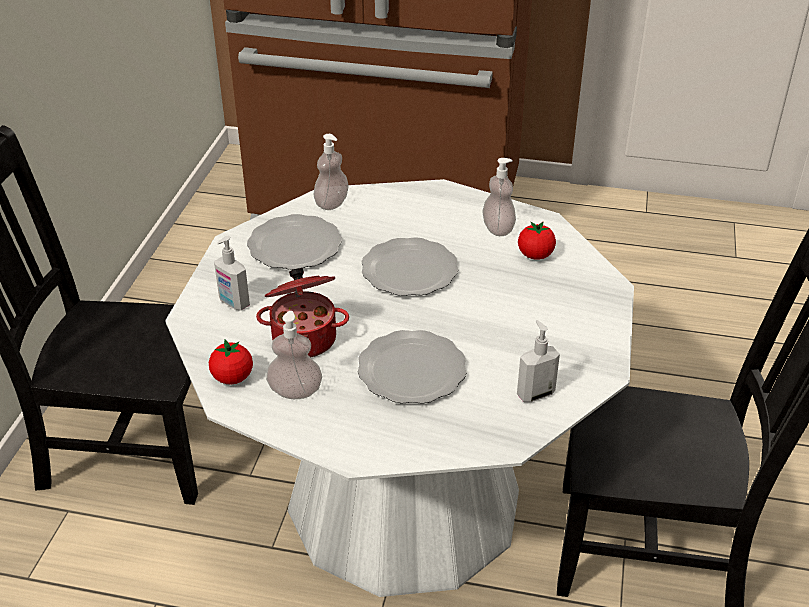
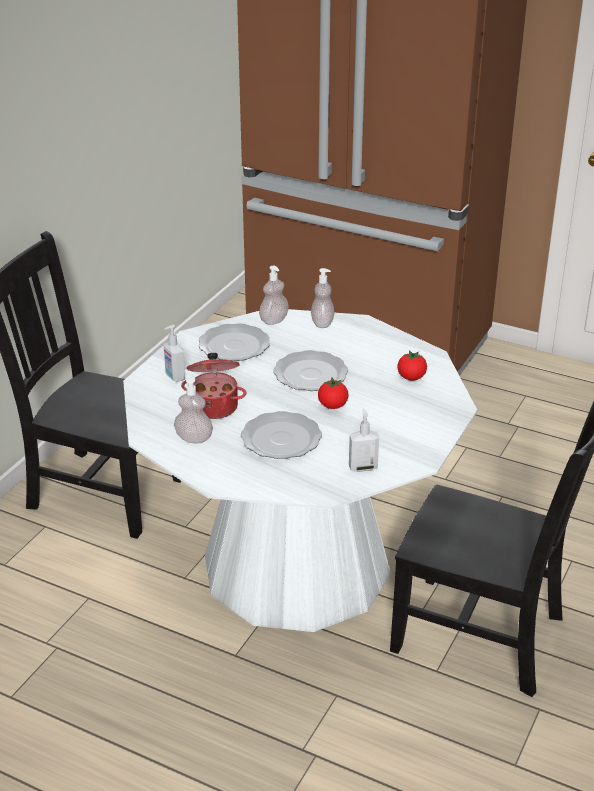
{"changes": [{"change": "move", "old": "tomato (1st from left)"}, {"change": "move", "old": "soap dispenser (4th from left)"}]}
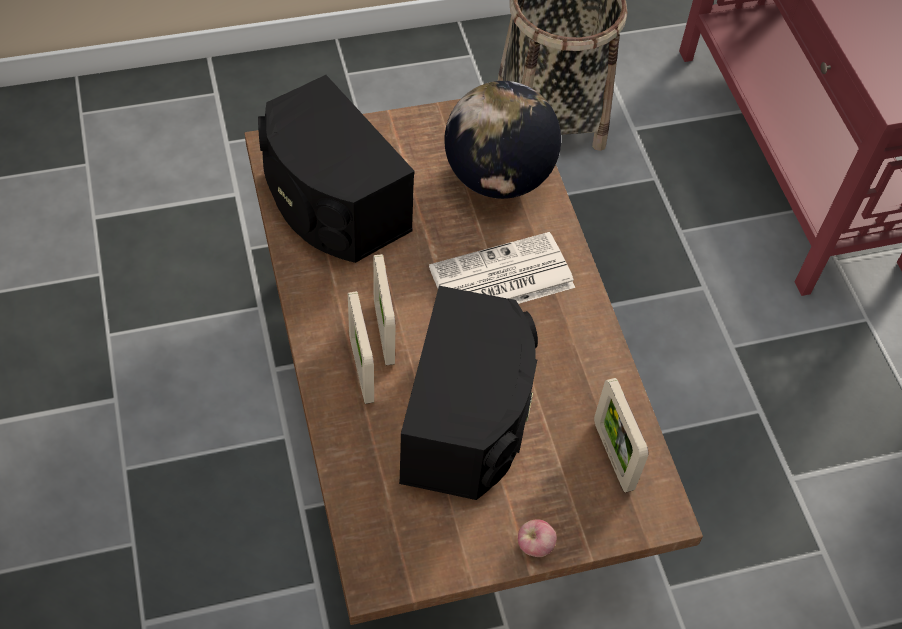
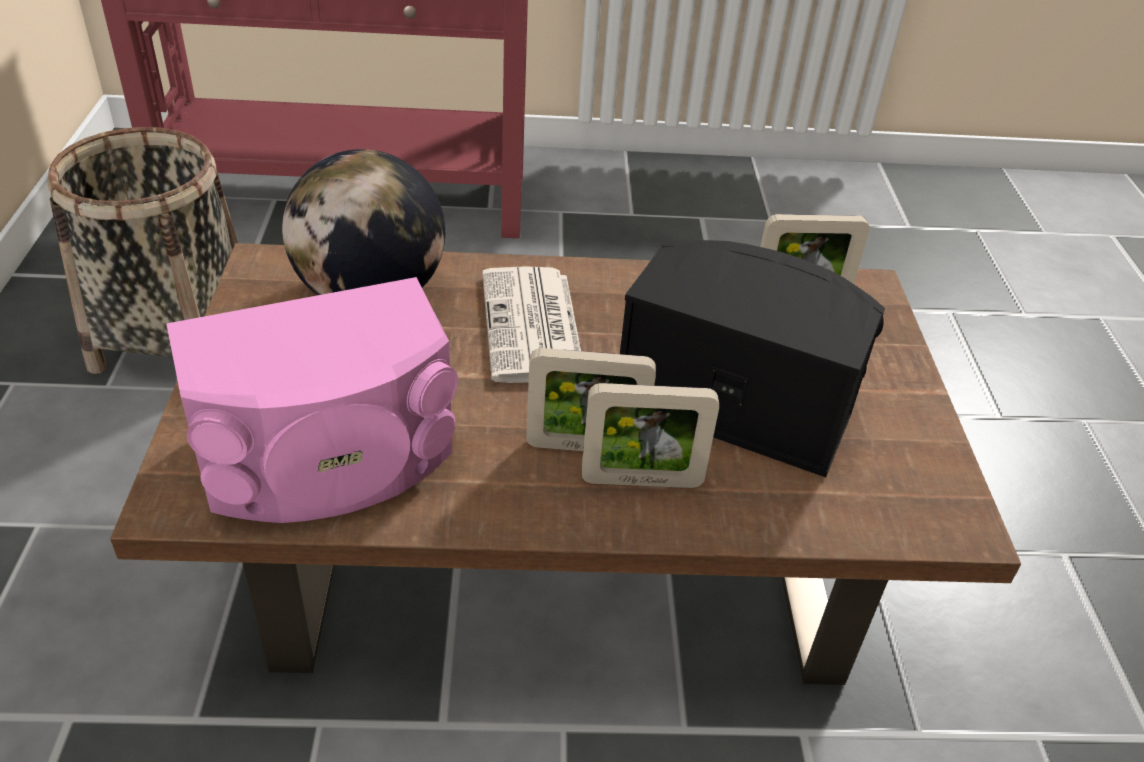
{"changes": [{"change": "delete", "old": "apple"}, {"change": "recolor", "old": "speaker in black (1st from left)", "new": "speaker in pink"}]}
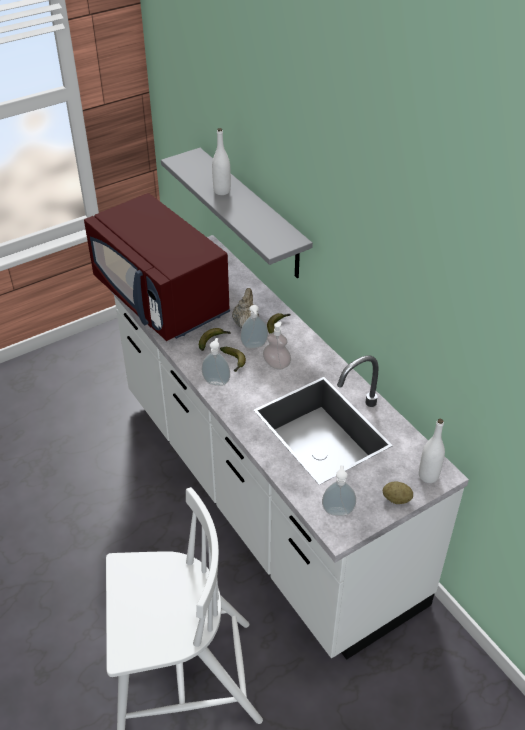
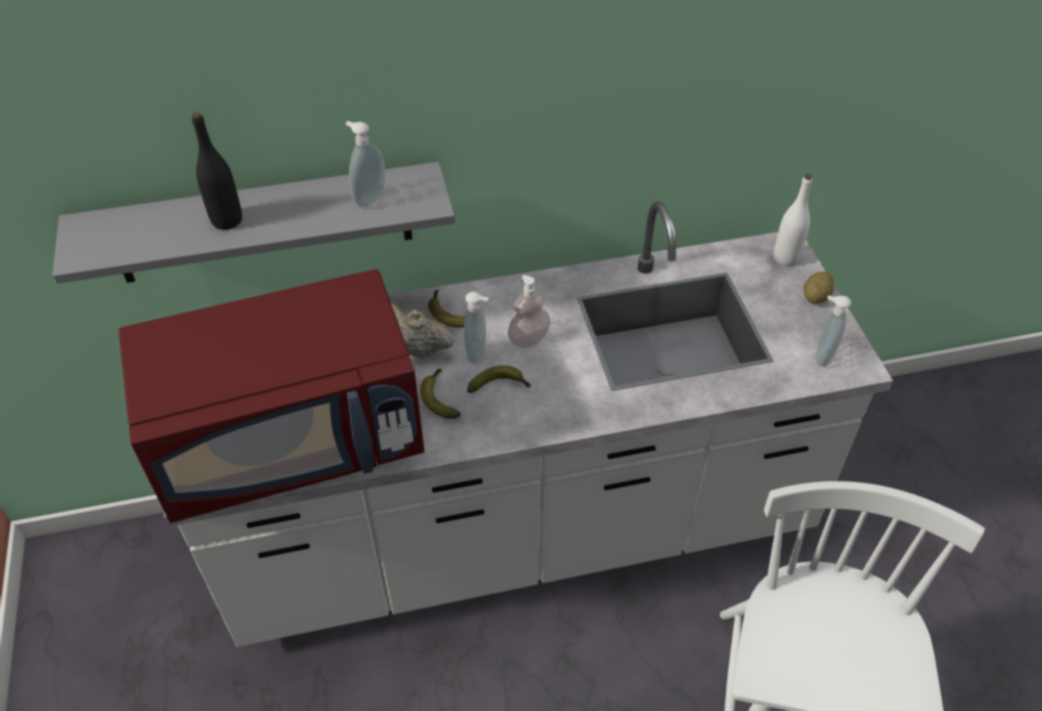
{"changes": [{"change": "move", "old": "soap dispenser (1st from left)"}, {"change": "recolor", "old": "bottle in white (1st from left)", "new": "bottle in black"}]}
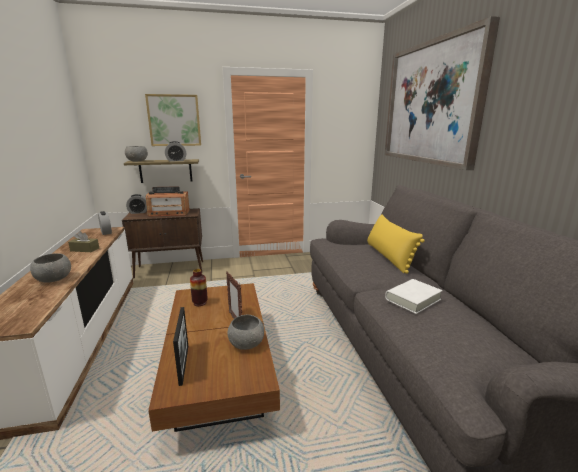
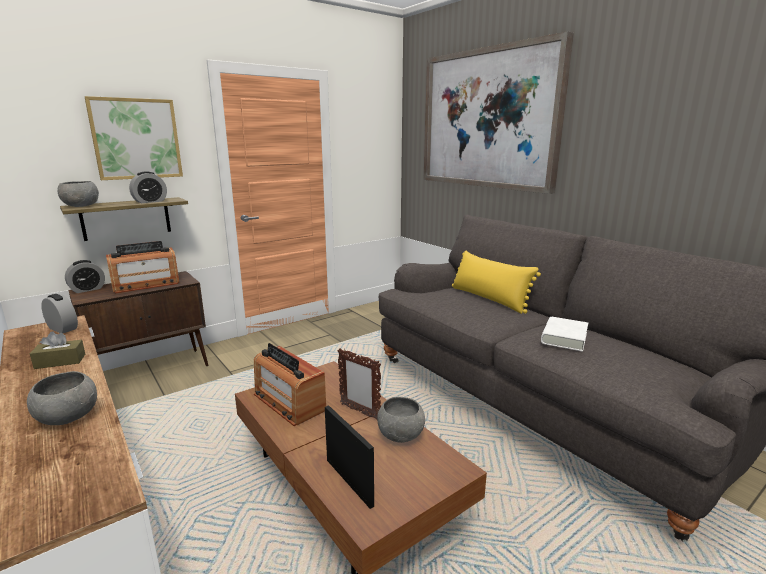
{"changes": [{"change": "replace", "old": "vase", "new": "radio (2nd from left)"}]}
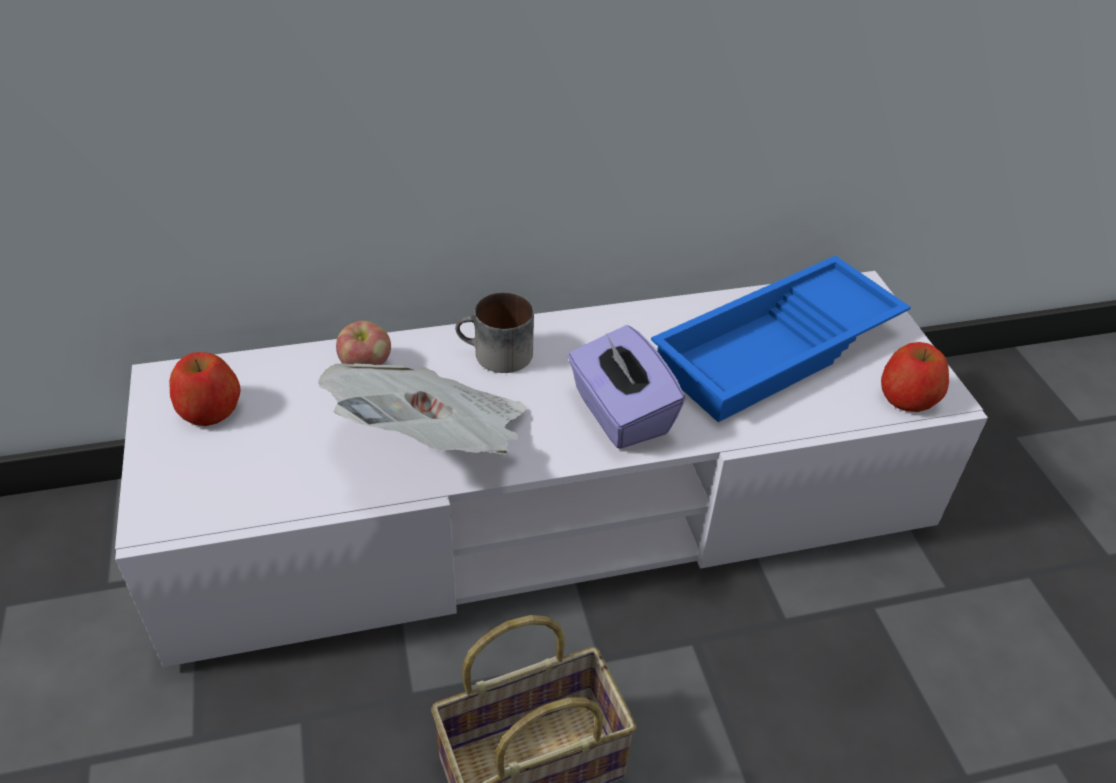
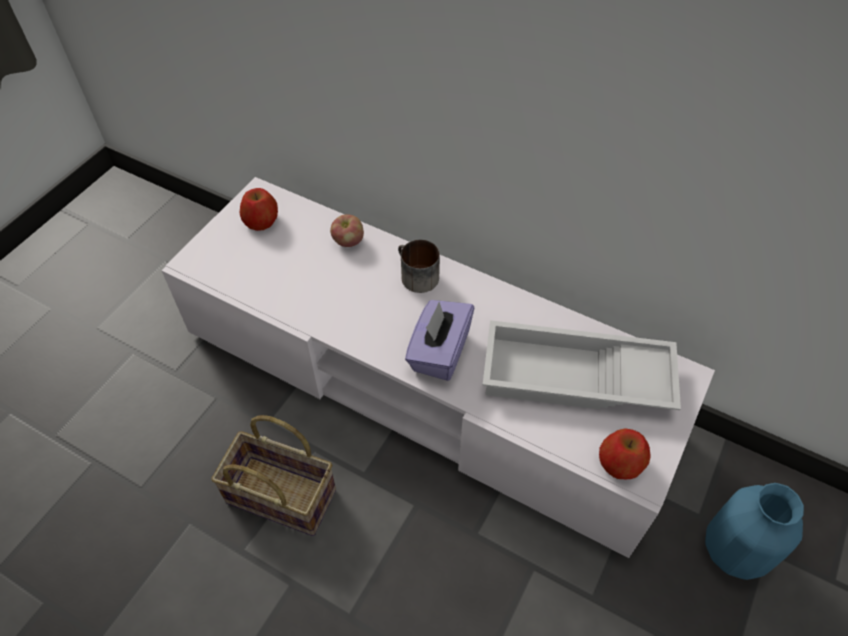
{"changes": [{"change": "delete", "old": "newspaper"}, {"change": "insert", "new": "vase in blue"}, {"change": "recolor", "old": "tray in blue", "new": "tray in white"}]}
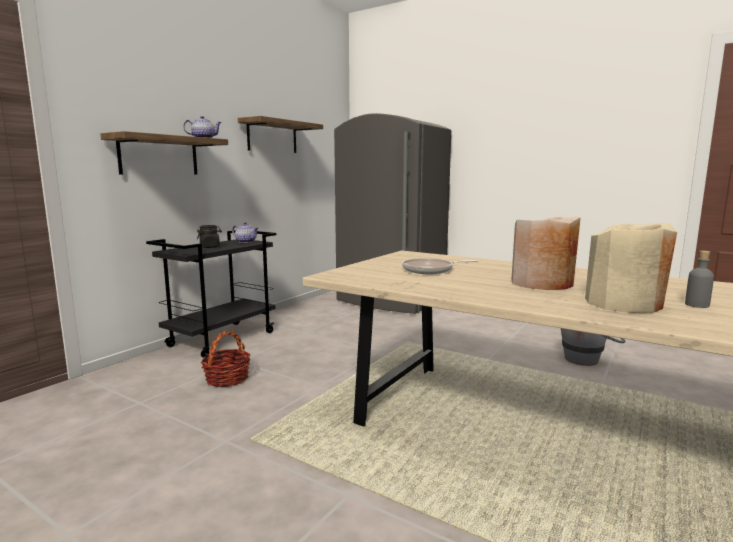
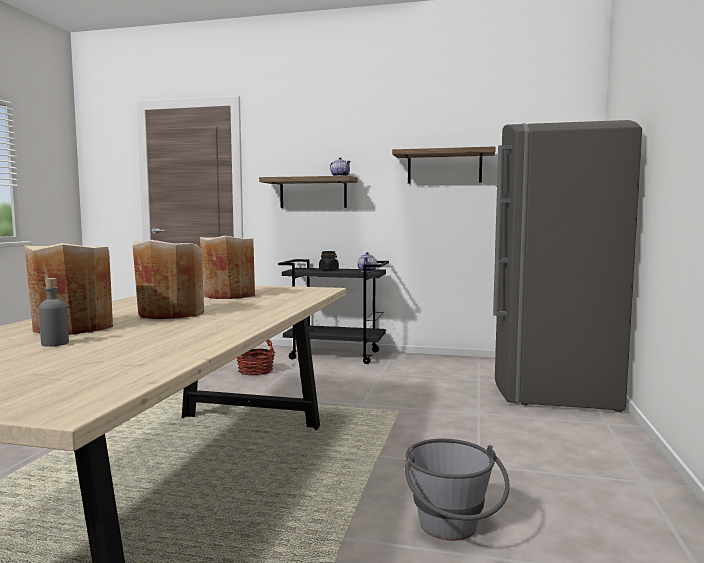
{"changes": [{"change": "replace", "old": "frying pan", "new": "vase in beige (3rd from left)"}]}
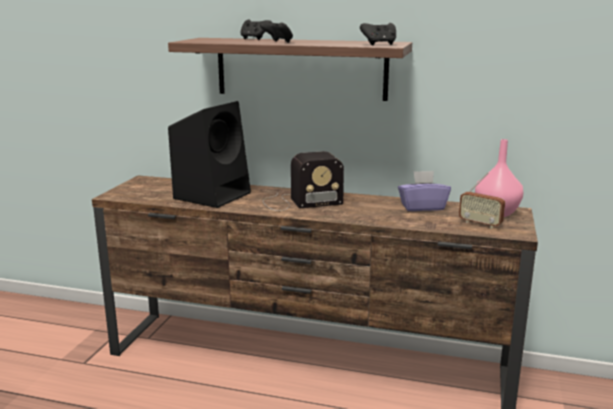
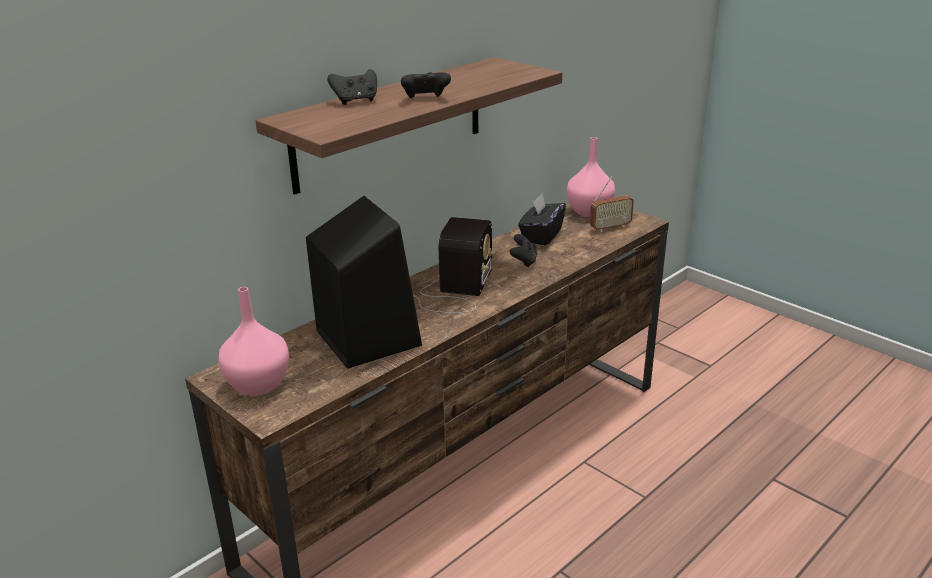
{"changes": [{"change": "insert", "new": "vase in pink (1st from left)"}, {"change": "move", "old": "game controller in black (3rd from left)"}, {"change": "recolor", "old": "tissue box in purple", "new": "tissue box in black"}]}
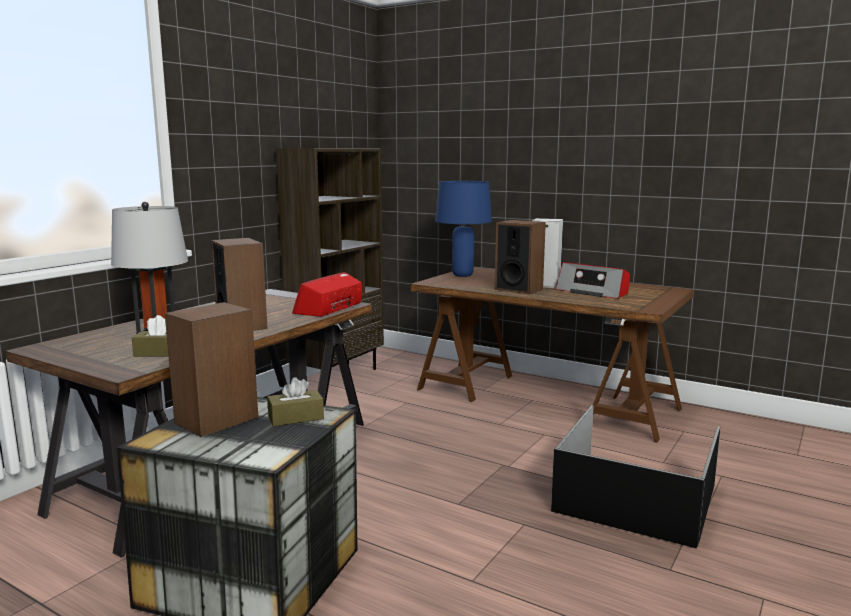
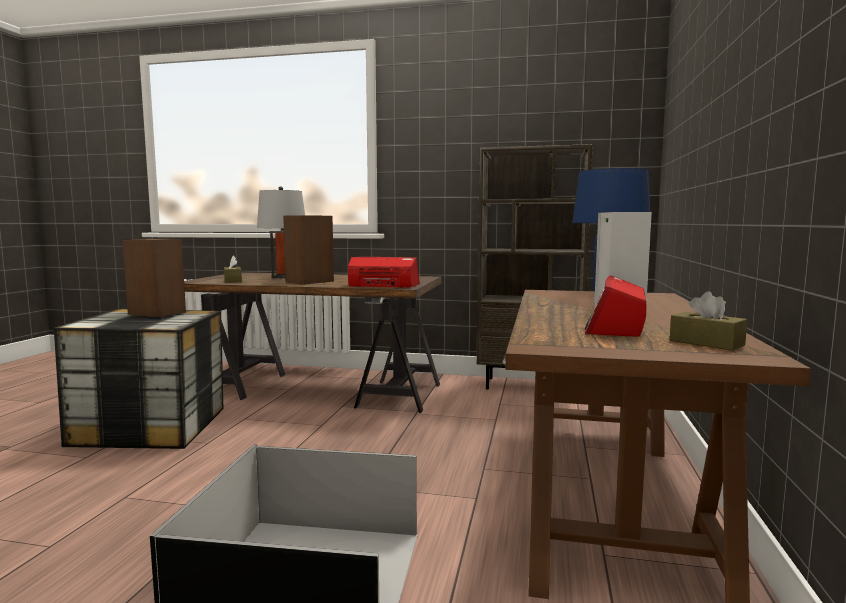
{"changes": [{"change": "delete", "old": "speaker (3rd from left)"}, {"change": "move", "old": "tissue box in brown (2nd from left)"}]}
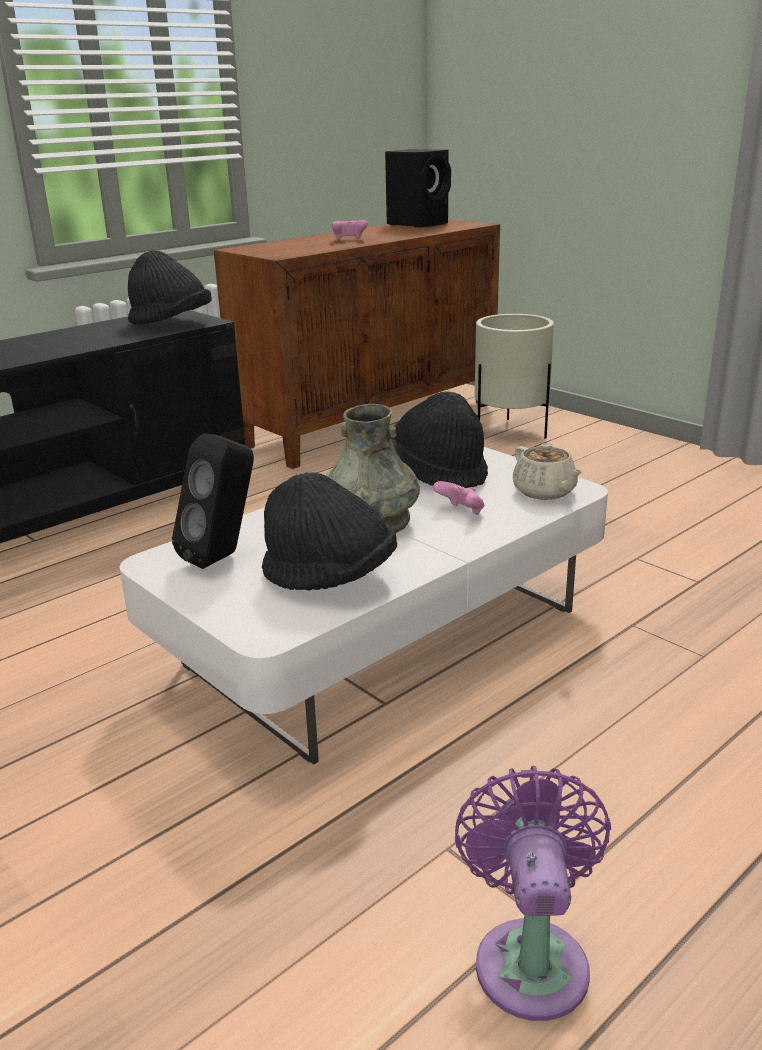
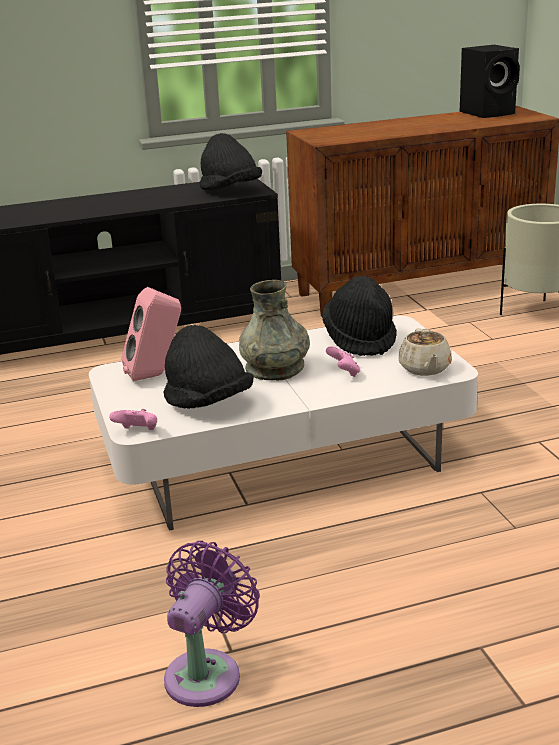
{"changes": [{"change": "move", "old": "game controller in pink (1st from left)"}, {"change": "recolor", "old": "speaker in black (1st from left)", "new": "speaker in pink"}]}
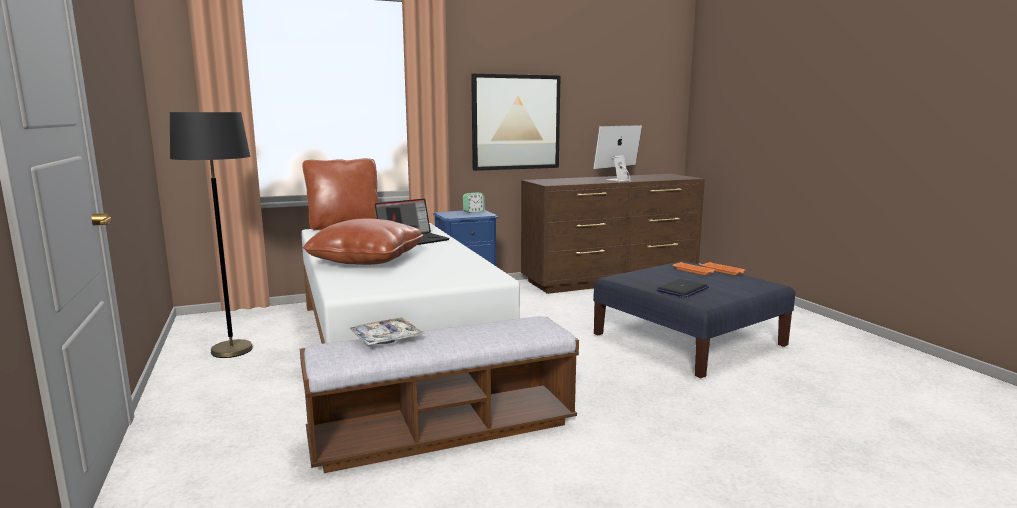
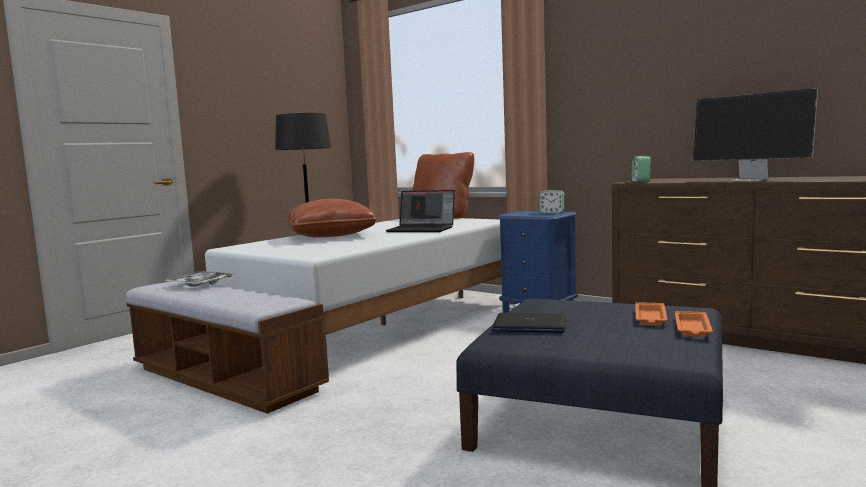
{"changes": [{"change": "delete", "old": "picture"}, {"change": "insert", "new": "alarm clock (2nd from left)"}, {"change": "rotate", "old": "monitor", "degrees": -150}]}
